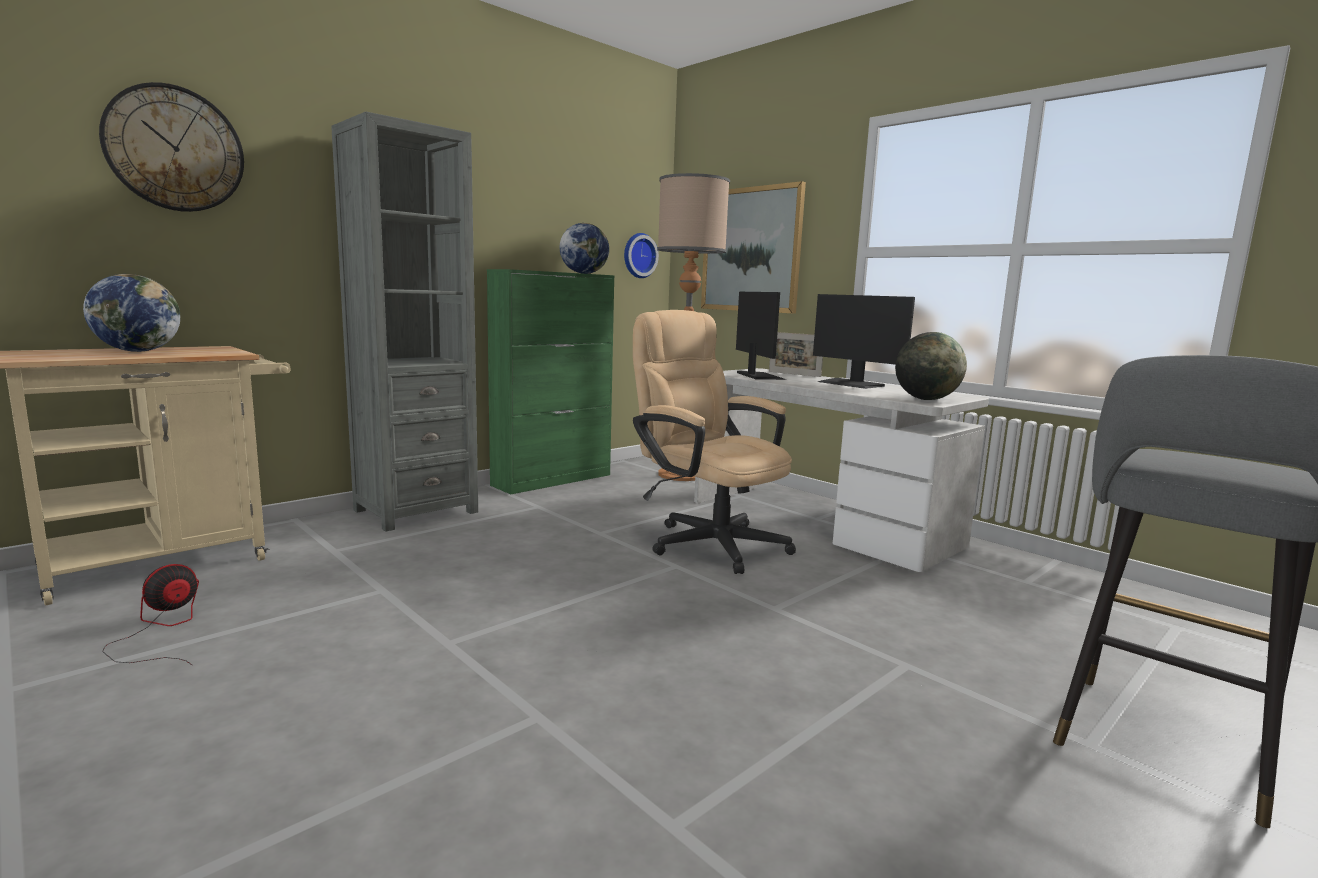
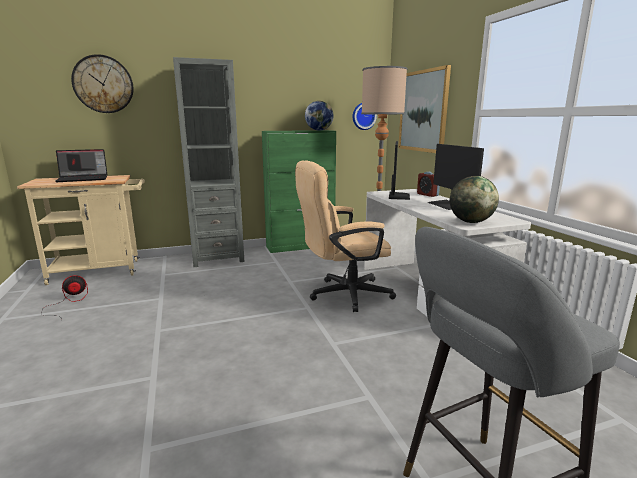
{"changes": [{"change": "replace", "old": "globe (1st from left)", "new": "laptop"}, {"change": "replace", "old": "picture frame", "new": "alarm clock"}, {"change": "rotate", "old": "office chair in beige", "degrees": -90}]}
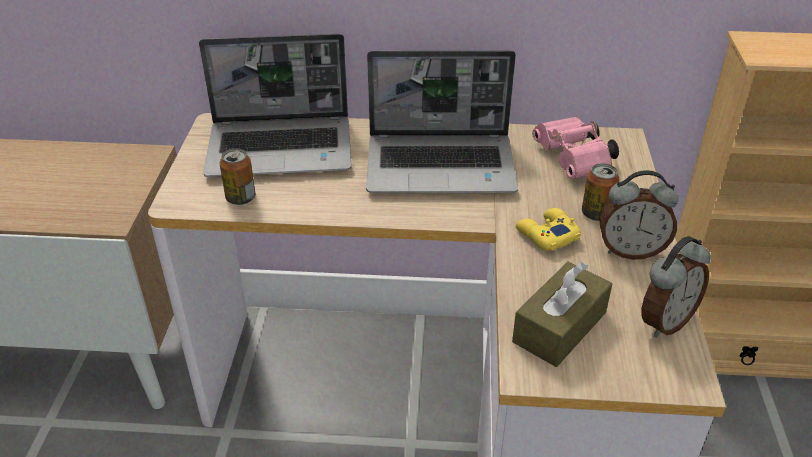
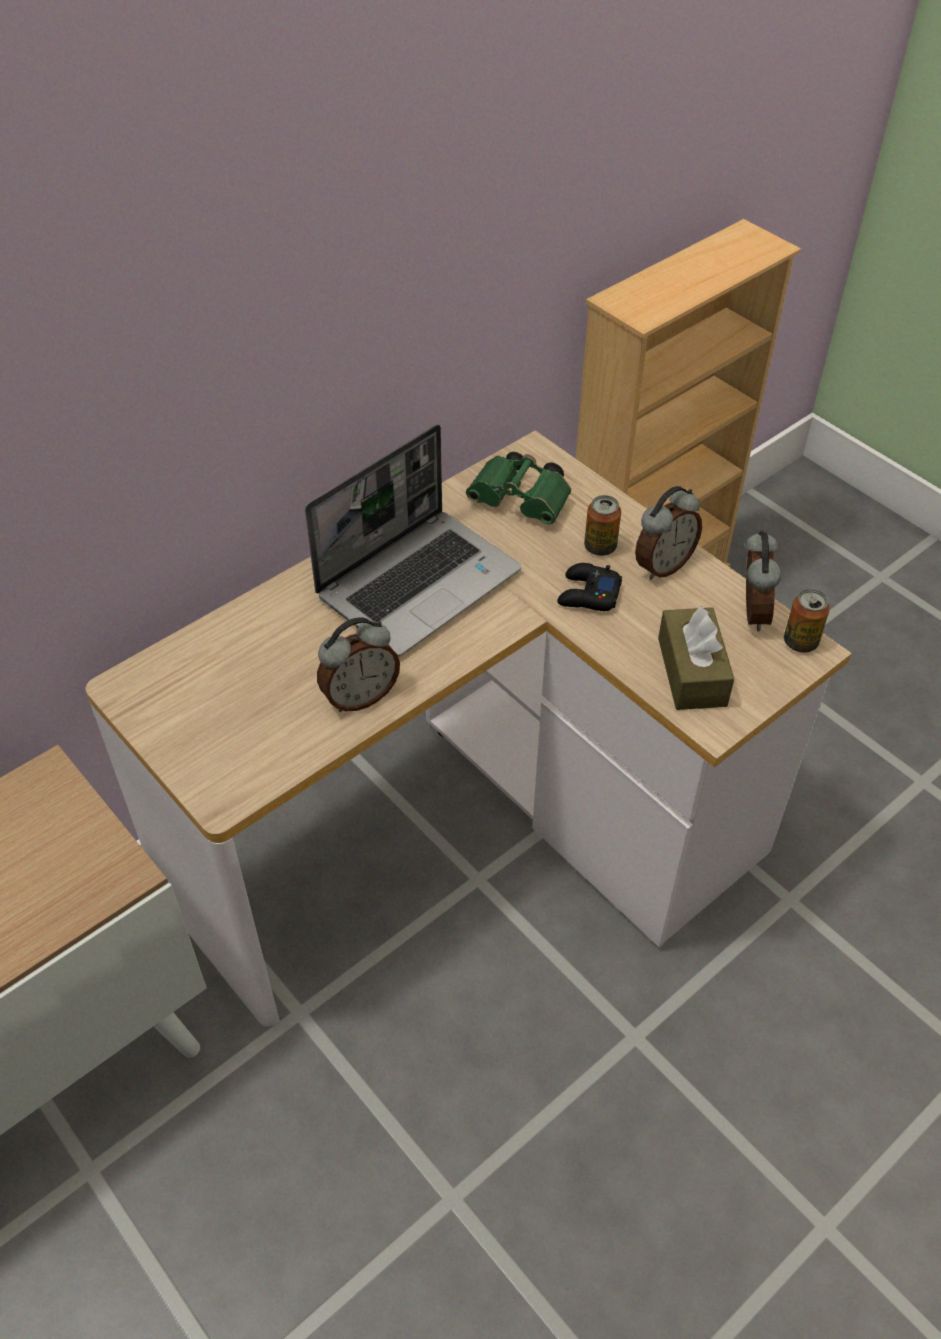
{"changes": [{"change": "delete", "old": "laptop (1st from left)"}, {"change": "insert", "new": "alarm clock (1st from left)"}, {"change": "move", "old": "can (1st from left in the first image)", "new": "can (2nd from left)"}, {"change": "recolor", "old": "game controller in yellow", "new": "game controller in black"}, {"change": "recolor", "old": "binoculars in pink", "new": "binoculars in green"}]}
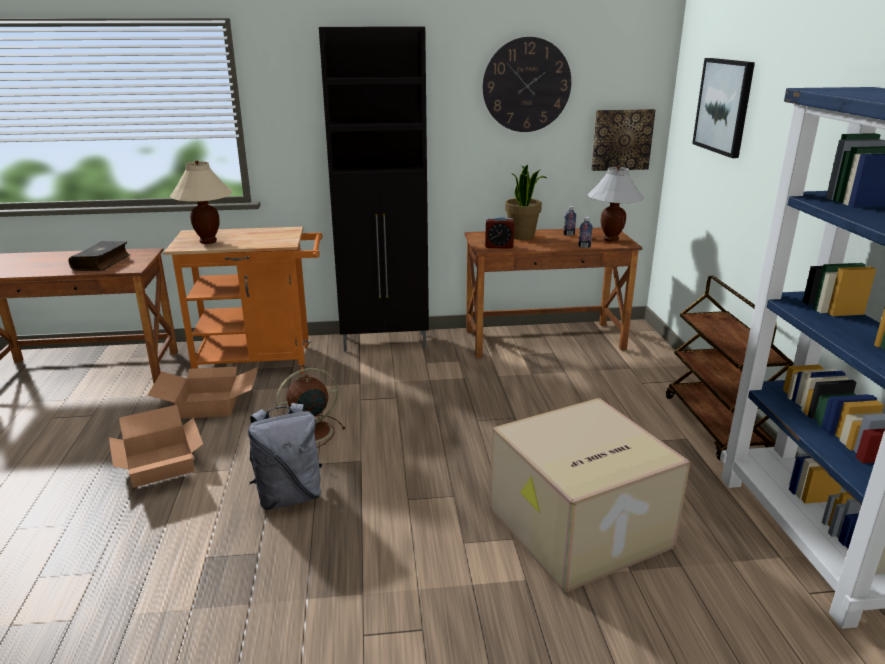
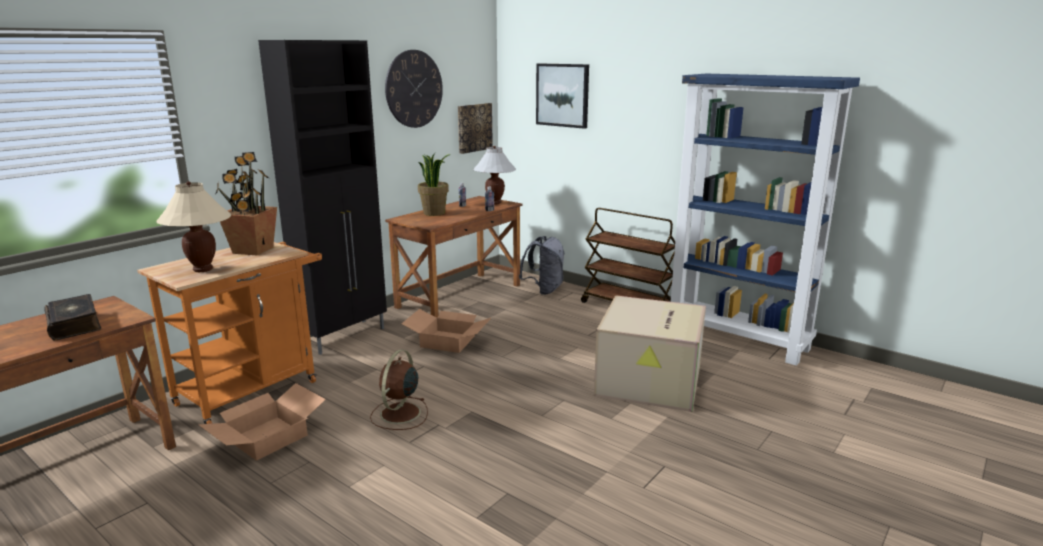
{"changes": [{"change": "delete", "old": "alarm clock"}, {"change": "insert", "new": "potted plant (1st from left)"}, {"change": "move", "old": "cardboard box (1st from left in the first image)", "new": "cardboard box (2nd from left)"}, {"change": "move", "old": "backpack in grey"}]}
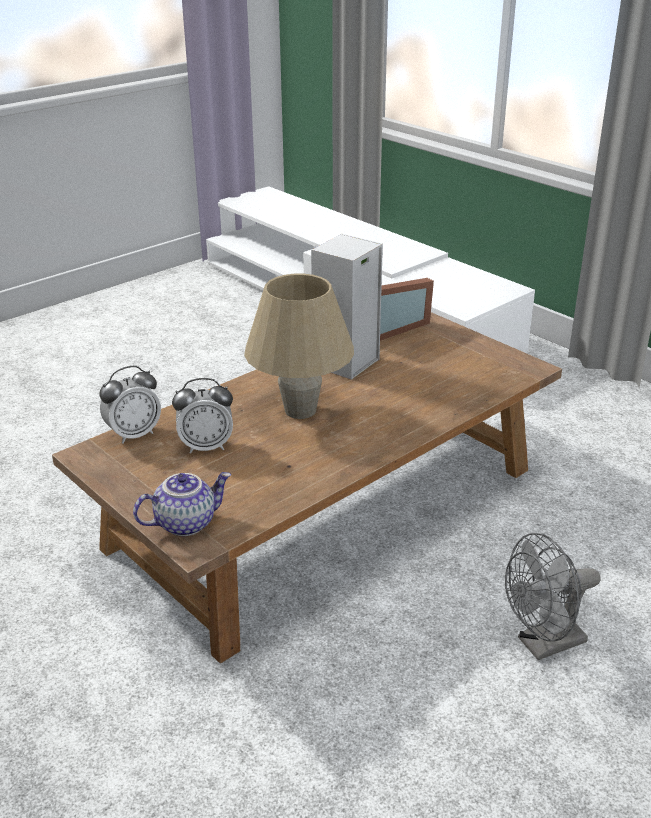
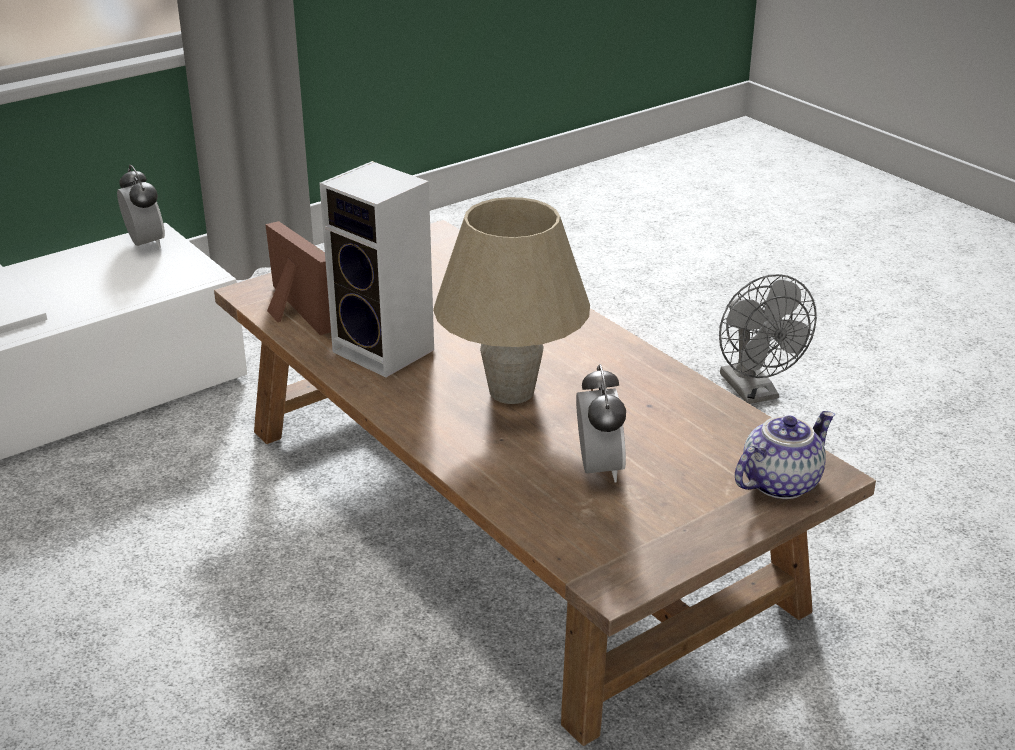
{"changes": [{"change": "move", "old": "alarm clock (1st from left)"}, {"change": "rotate", "old": "teapot", "degrees": 75}]}
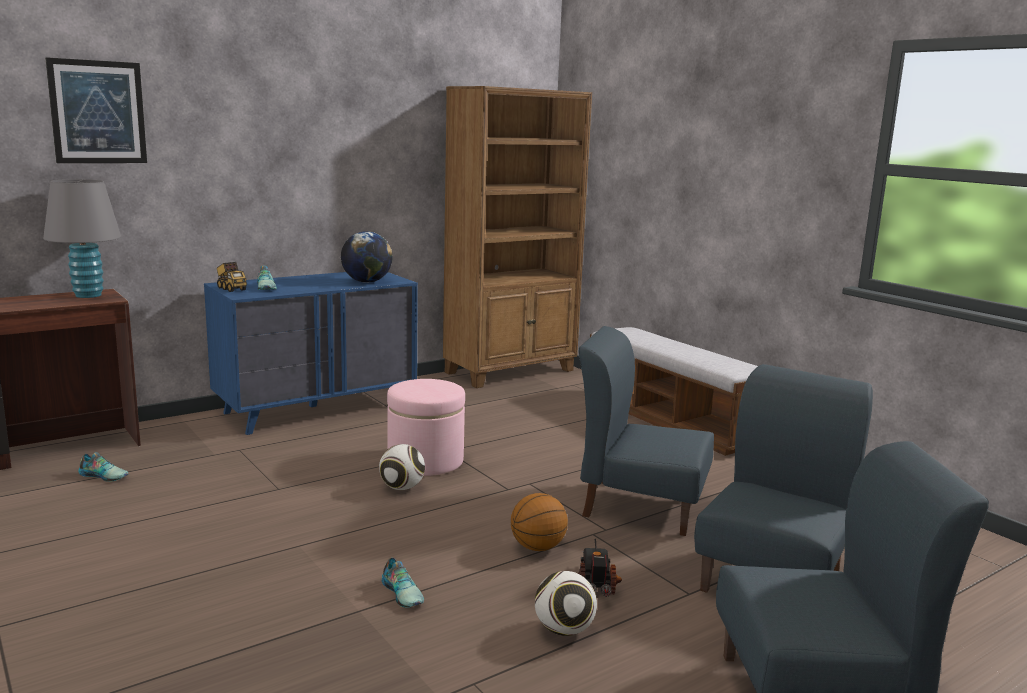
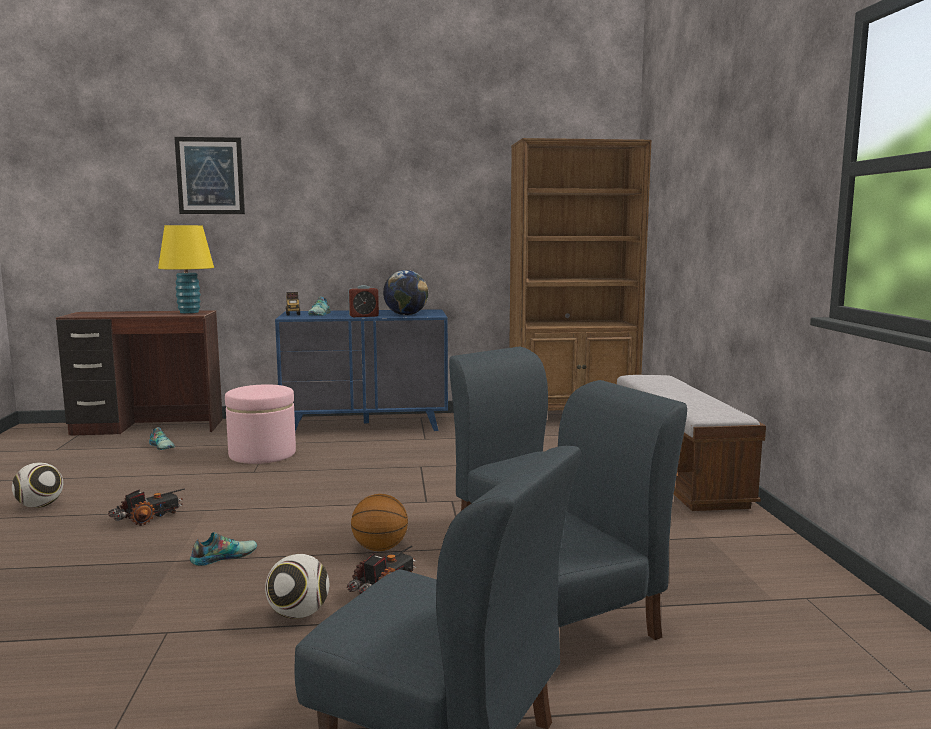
{"changes": [{"change": "insert", "new": "toy truck (1st from left)"}, {"change": "insert", "new": "alarm clock"}, {"change": "move", "old": "football (1st from left)"}, {"change": "move", "old": "ottoman in pink"}, {"change": "recolor", "old": "table lamp in grey", "new": "table lamp in yellow"}, {"change": "rotate", "old": "shoe (3rd from left in the first image)", "degrees": -120}]}
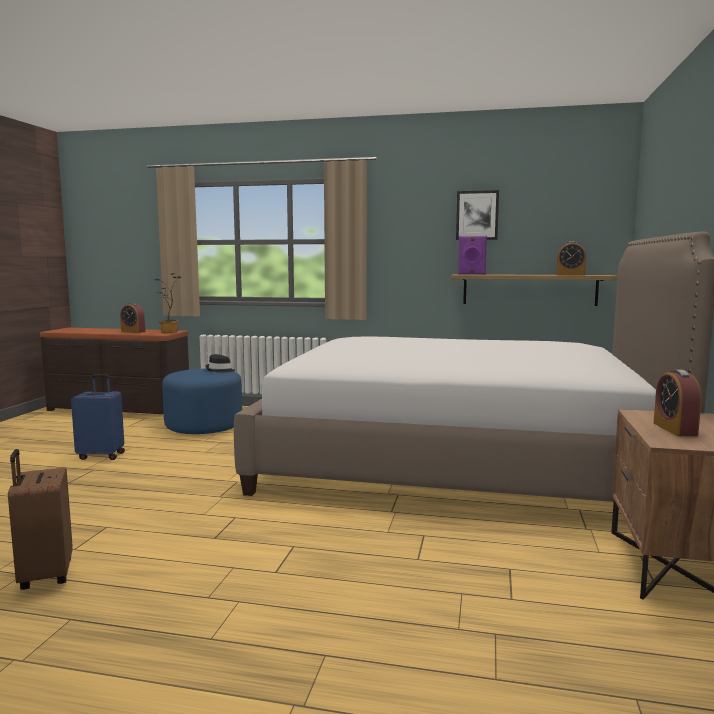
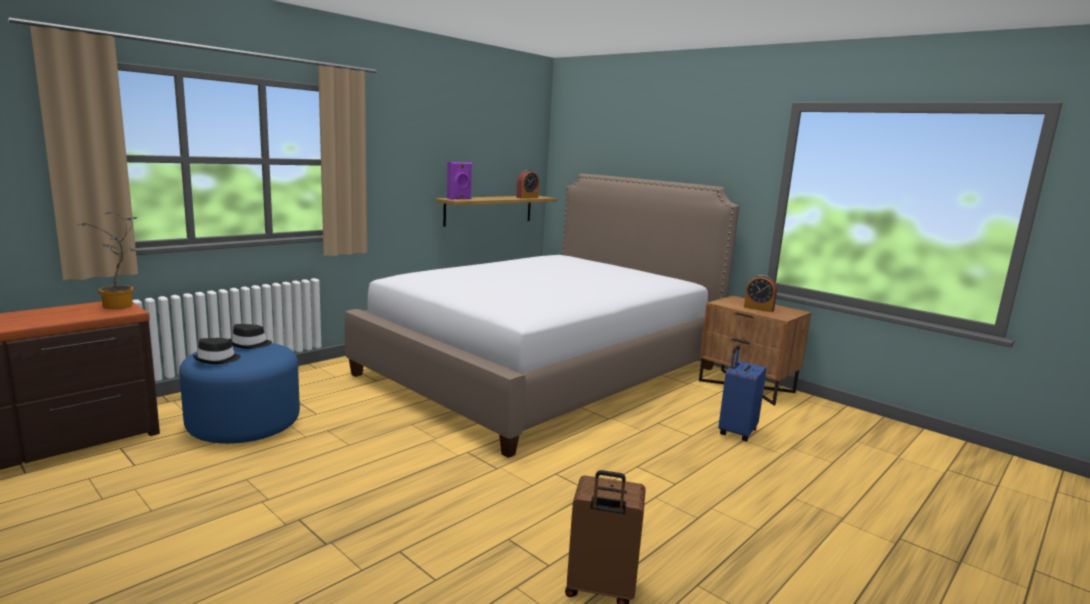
{"changes": [{"change": "delete", "old": "alarm clock (1st from left)"}, {"change": "delete", "old": "picture"}, {"change": "insert", "new": "hat in black (1st from left)"}, {"change": "move", "old": "suitcase in blue"}]}
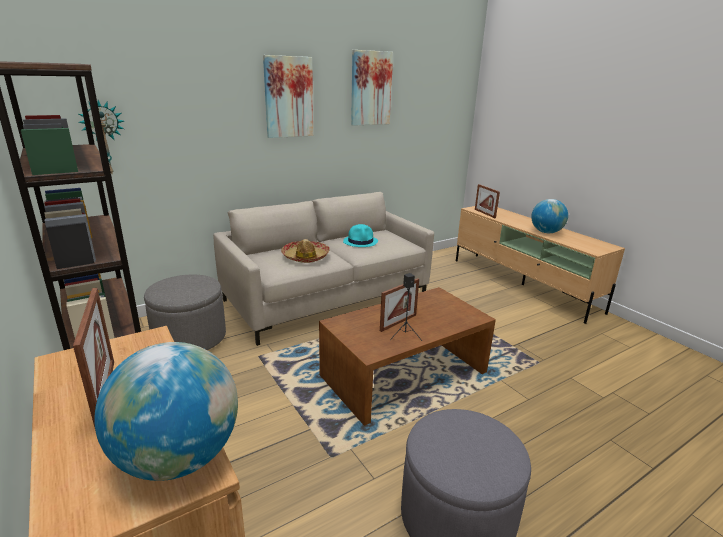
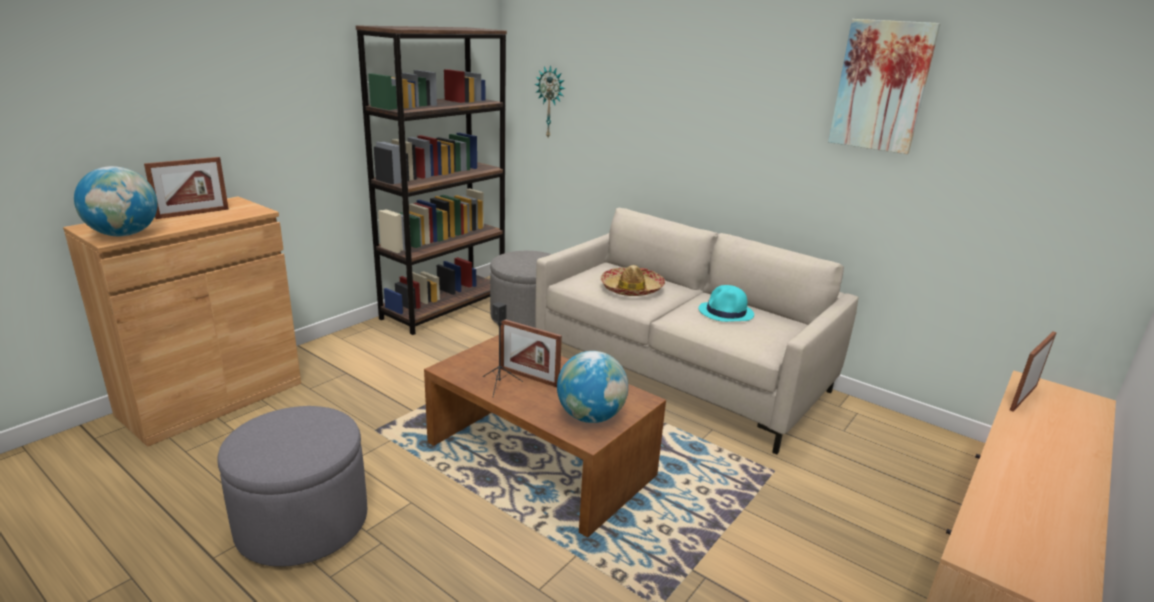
{"changes": [{"change": "delete", "old": "picture (1st from left)"}, {"change": "move", "old": "globe (2nd from left)"}]}
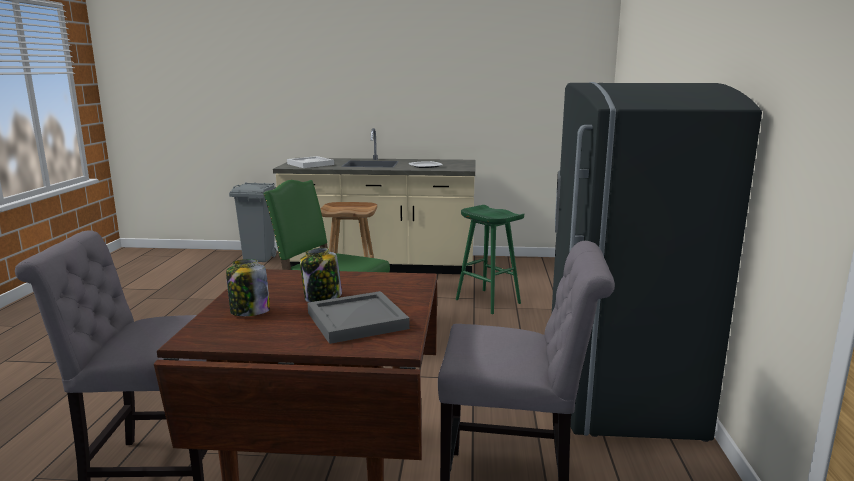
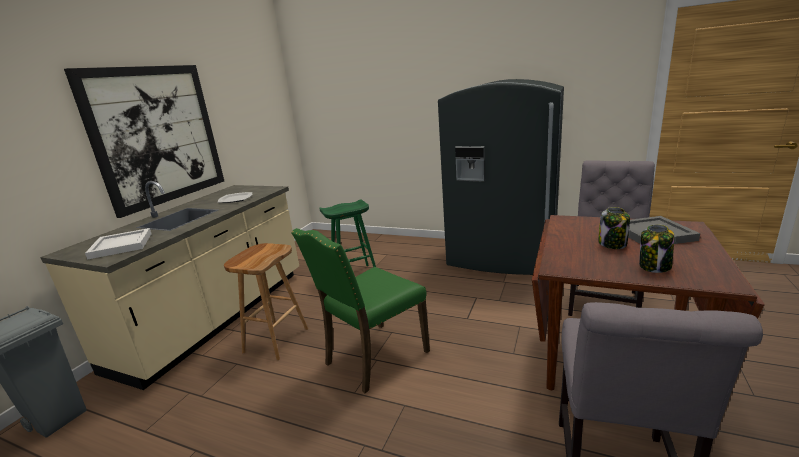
{"changes": [{"change": "insert", "new": "picture"}]}
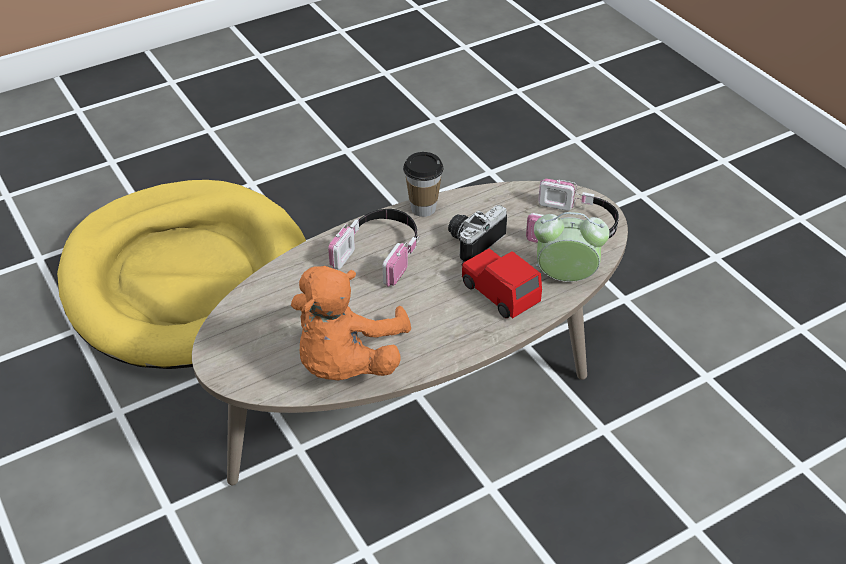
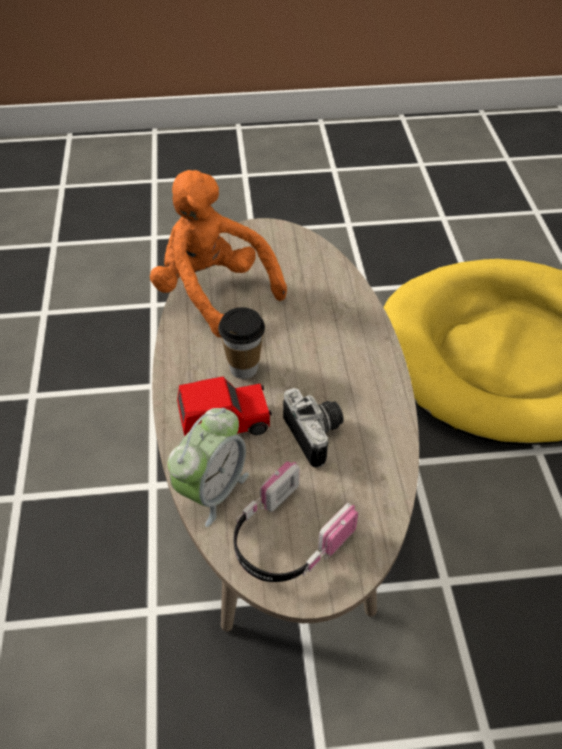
{"changes": [{"change": "delete", "old": "headphones (1st from left)"}, {"change": "move", "old": "cup"}]}
